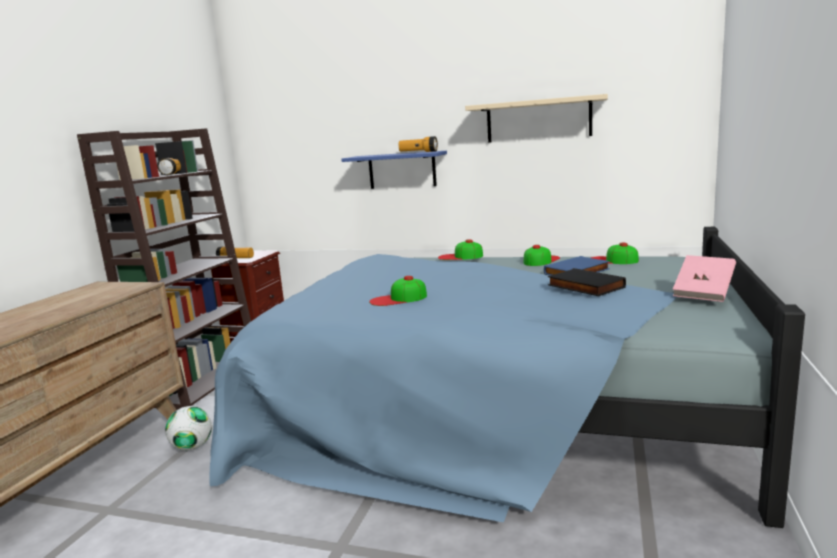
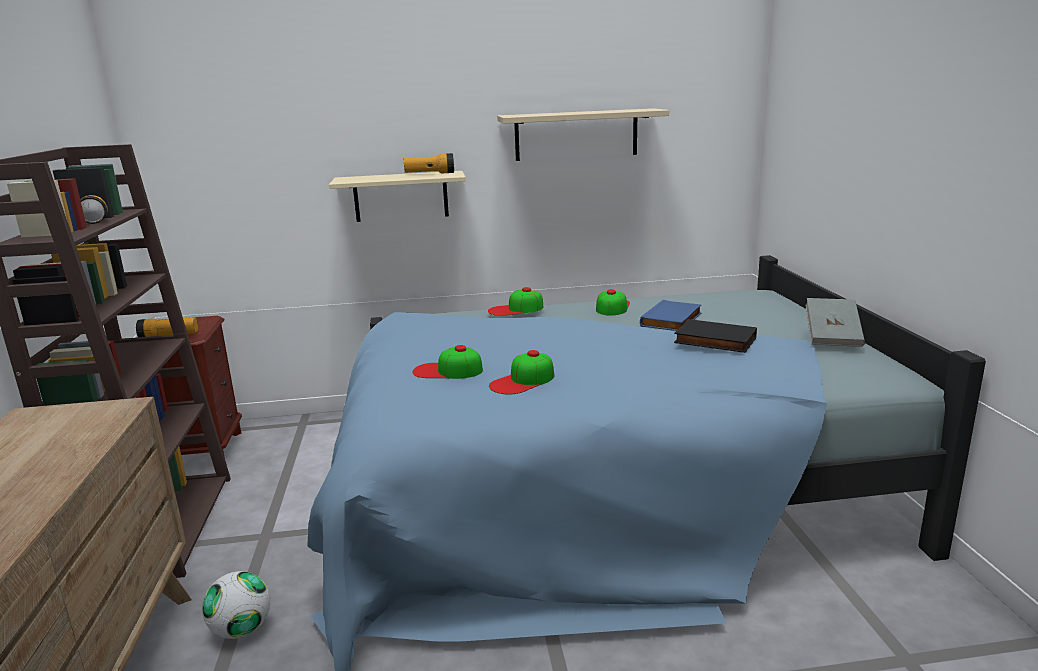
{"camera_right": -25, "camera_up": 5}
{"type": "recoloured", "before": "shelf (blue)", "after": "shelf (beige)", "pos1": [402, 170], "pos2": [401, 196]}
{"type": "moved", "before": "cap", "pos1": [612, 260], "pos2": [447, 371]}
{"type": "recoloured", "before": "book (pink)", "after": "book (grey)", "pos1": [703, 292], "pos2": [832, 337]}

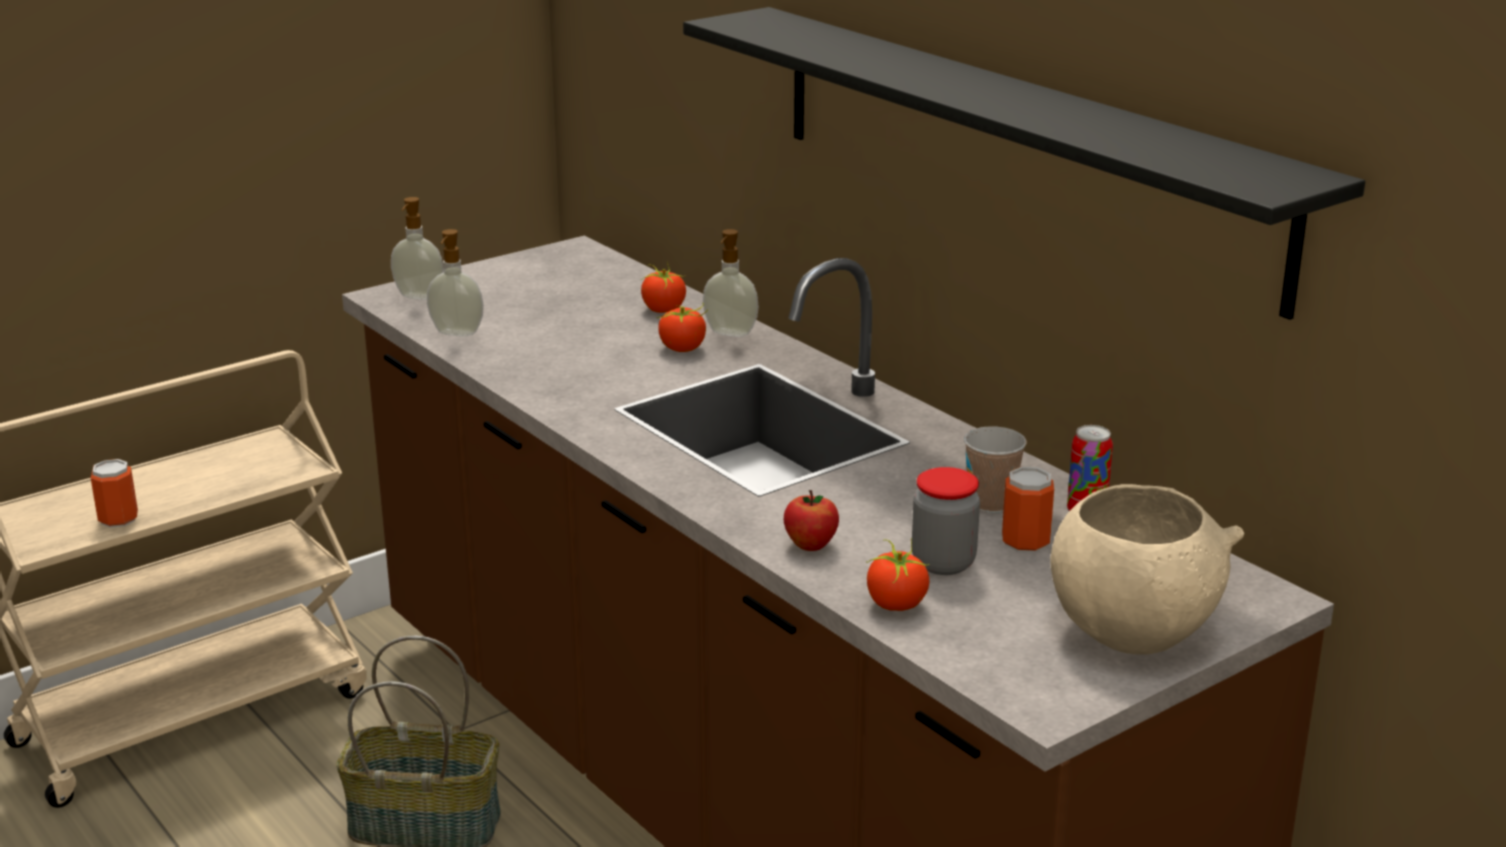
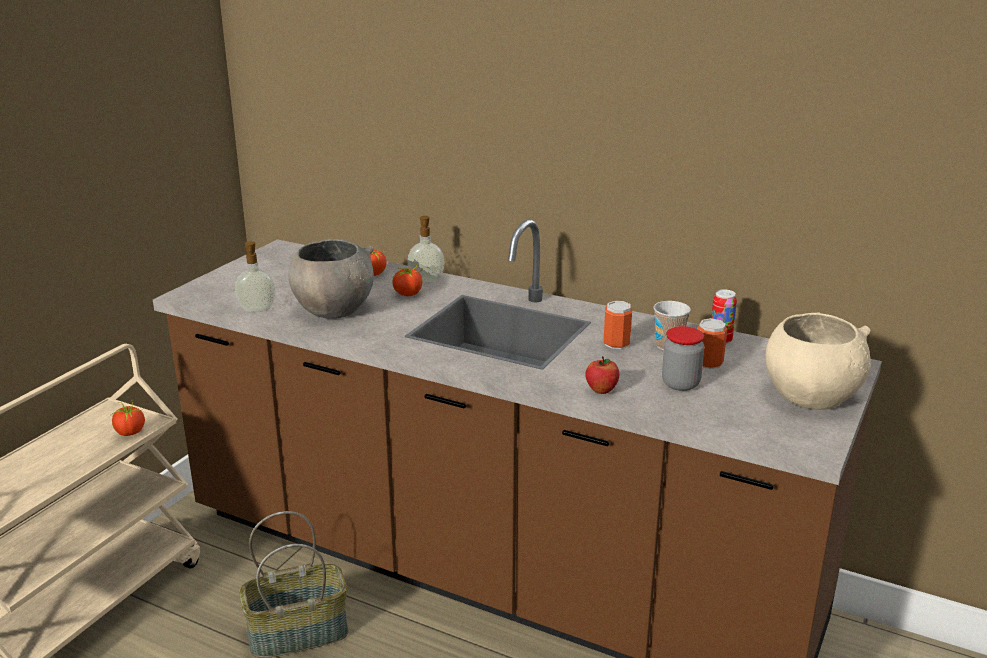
{"camera_right": -25, "camera_up": 0}
{"type": "removed", "before": "shelf (black)", "pos1": [1016, 148]}
{"type": "removed", "before": "soap dispenser", "pos1": [418, 297]}
{"type": "moved", "before": "can", "pos1": [118, 519], "pos2": [616, 343]}
{"type": "moved", "before": "tomato", "pos1": [896, 604], "pos2": [130, 432]}
{"type": "added", "after": "bowl (grey)", "pos2": [333, 310]}

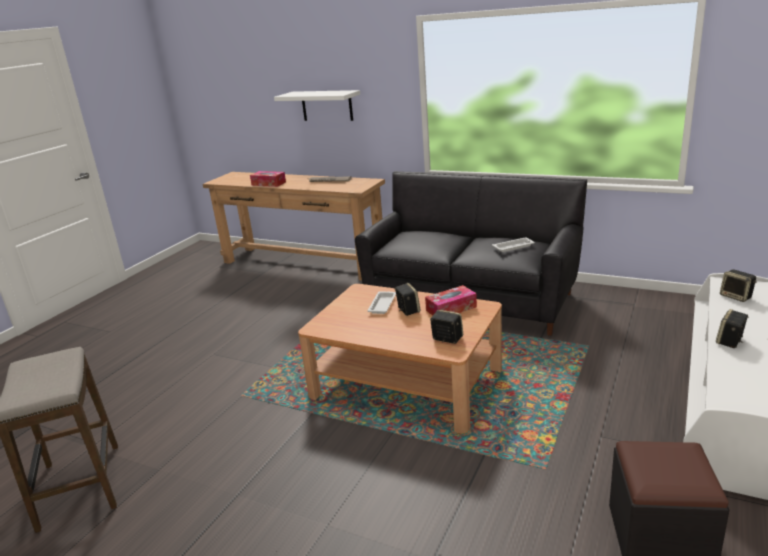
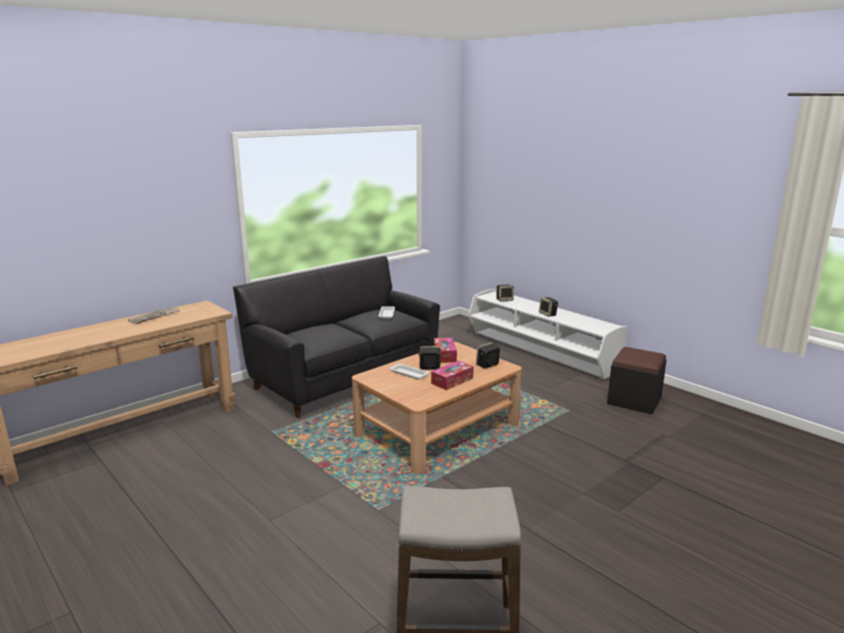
{"camera_right": -70, "camera_up": -5}
{"type": "removed", "before": "shelf (white)", "pos1": [327, 105]}
{"type": "moved", "before": "tissue box", "pos1": [268, 183], "pos2": [452, 381]}

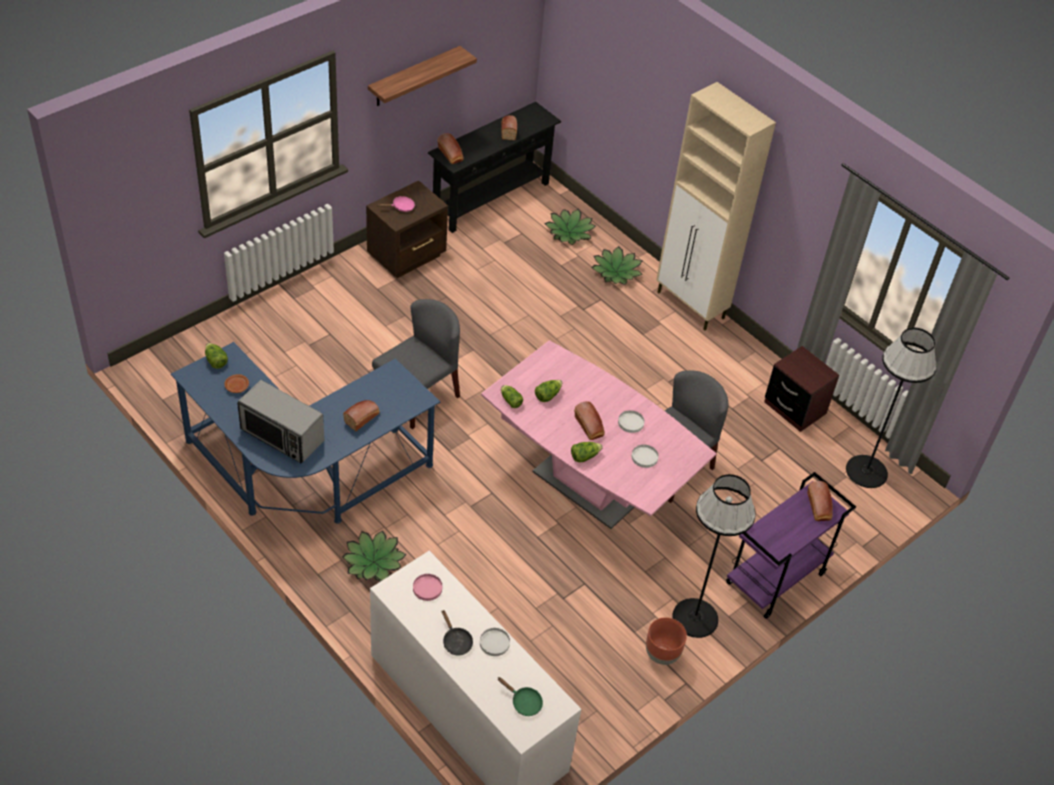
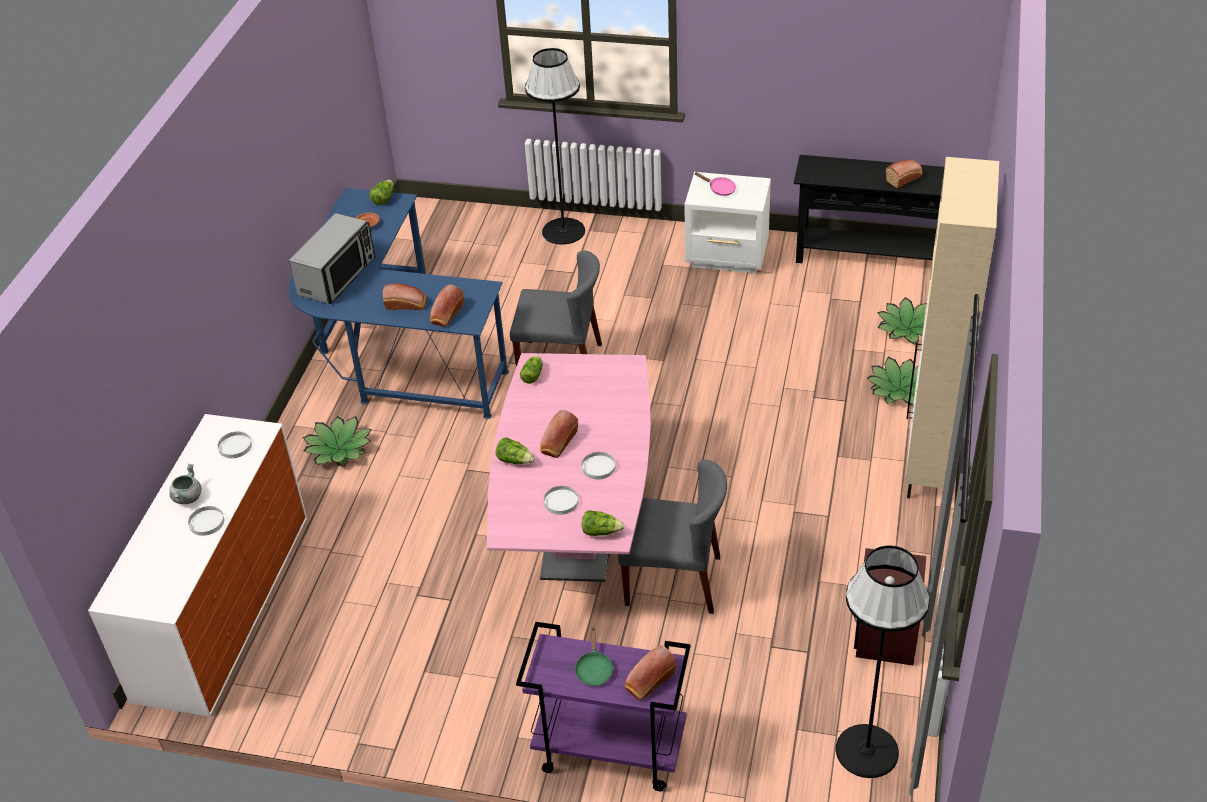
{"camera_right": 60, "camera_up": -5}
{"type": "removed", "before": "shelf", "pos1": [414, 77]}
{"type": "moved", "before": "bread", "pos1": [451, 155], "pos2": [446, 314]}
{"type": "recoloured", "before": "nightstand (brown)", "after": "nightstand (white)", "pos1": [408, 256], "pos2": [728, 257]}
{"type": "turned", "before": "microwave", "pos1": [282, 436], "pos2": [337, 276], "turn": -150}
{"type": "moved", "before": "lettuce", "pos1": [547, 395], "pos2": [601, 531]}
{"type": "moved", "before": "floor lamp (black)", "pos1": [695, 617], "pos2": [563, 231]}
{"type": "recoloured", "before": "plate (pink)", "after": "plate (white)", "pos1": [427, 588], "pos2": [235, 446]}
{"type": "replaced", "before": "frying pan (black)", "after": "cooking pot (grey)", "pos1": [456, 641], "pos2": [187, 497]}
{"type": "removed", "before": "planter (brown)", "pos1": [662, 654]}
{"type": "moved", "before": "frying pan (green)", "pos1": [523, 702], "pos2": [594, 669]}

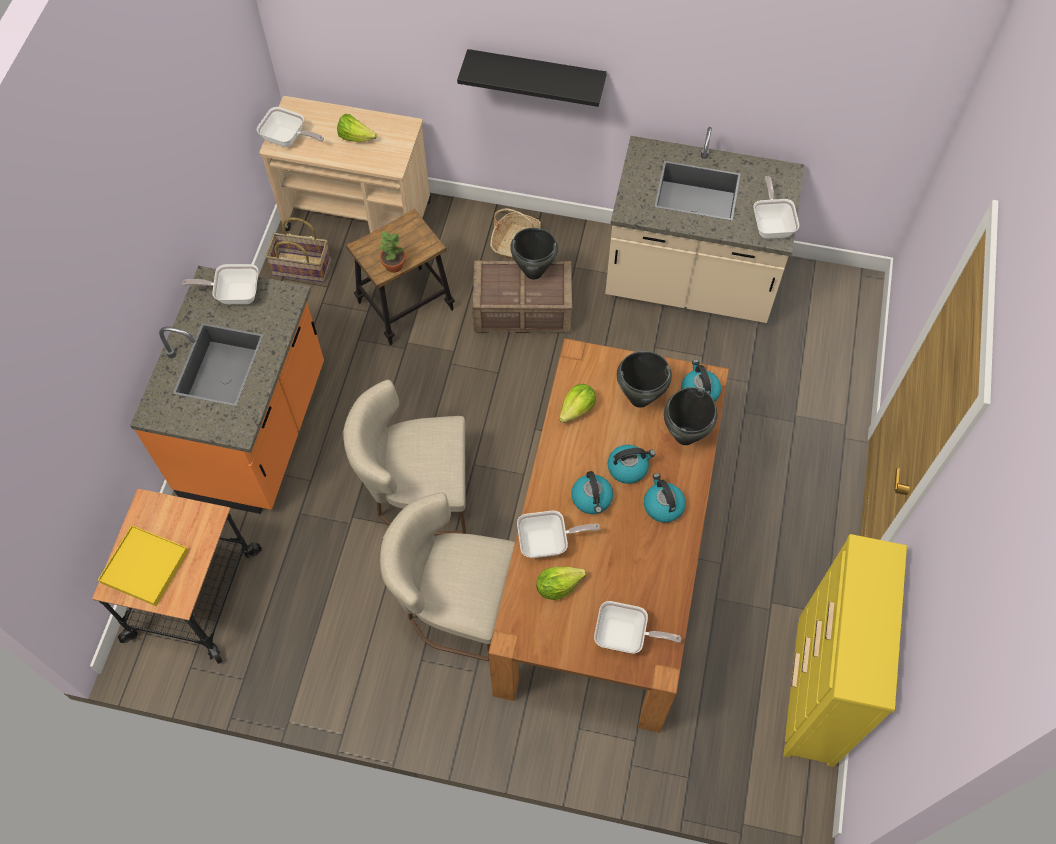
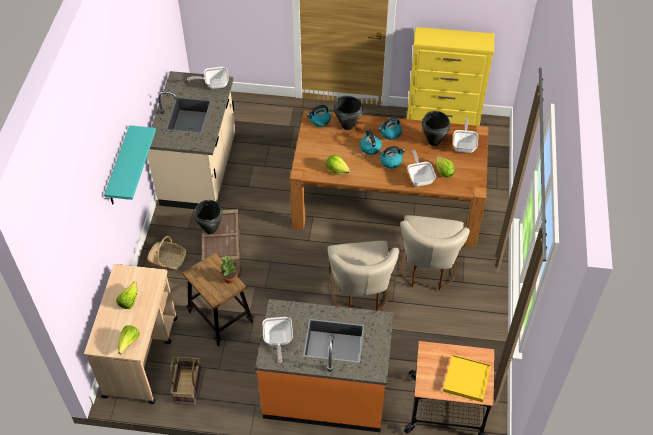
{"camera_right": -95, "camera_up": -10}
{"type": "recoloured", "before": "shelf (black)", "after": "shelf (turquoise)", "pos1": [536, 75], "pos2": [119, 168]}
{"type": "replaced", "before": "frying pan", "after": "lettuce", "pos1": [288, 139], "pos2": [129, 343]}
{"type": "moved", "before": "cooking pot (black)", "pos1": [639, 398], "pos2": [433, 142]}

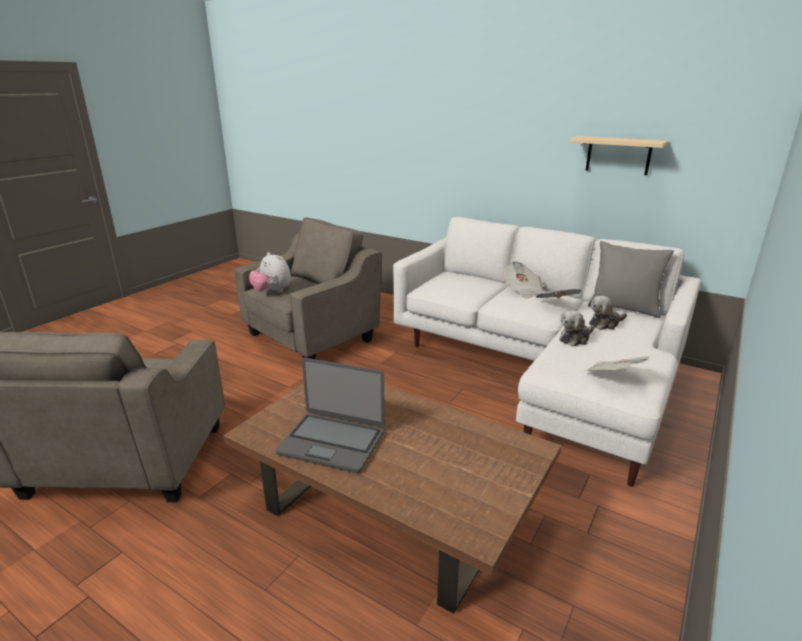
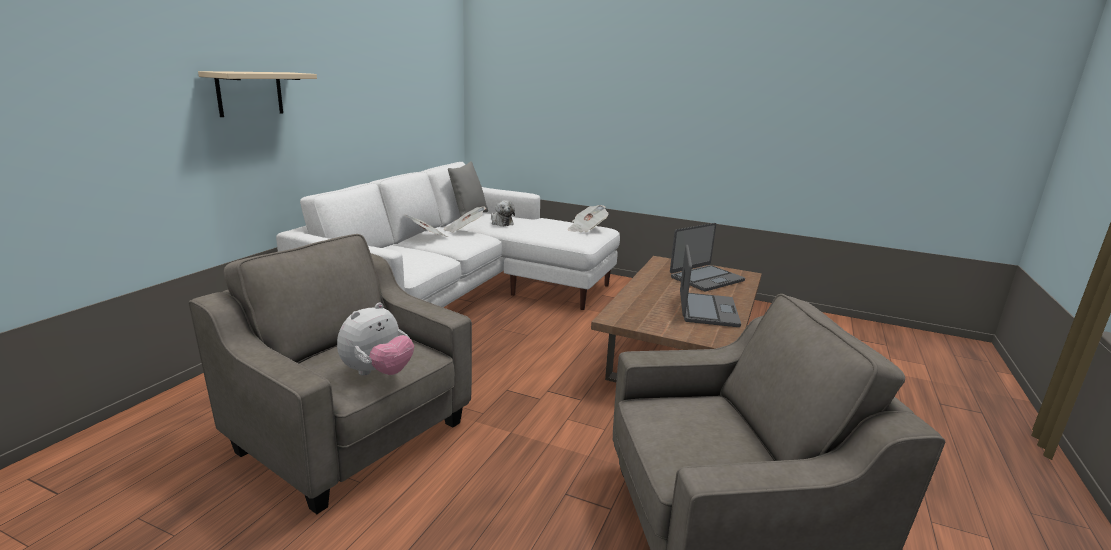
{"camera_right": -100, "camera_up": -5}
{"type": "moved", "before": "shelf (beige)", "pos1": [618, 155], "pos2": [250, 93]}
{"type": "removed", "before": "plush toy", "pos1": [575, 338]}
{"type": "added", "after": "laptop", "pos2": [706, 279]}

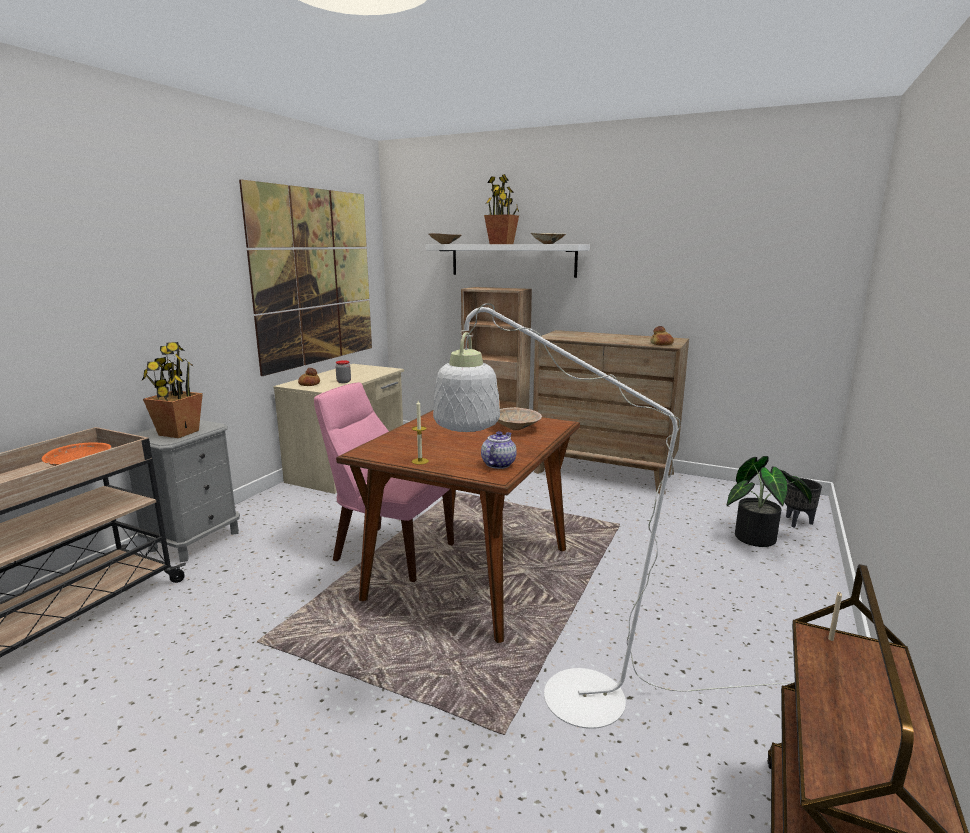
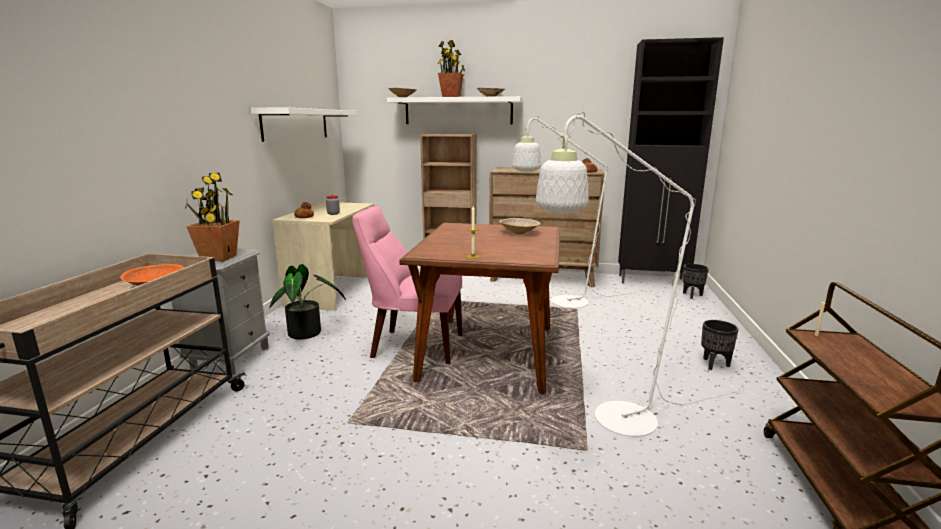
{"camera_right": -15, "camera_up": 0}
{"type": "replaced", "before": "picture", "after": "shelf (white)", "pos1": [315, 277], "pos2": [296, 124]}
{"type": "removed", "before": "teapot", "pos1": [498, 464]}
{"type": "moved", "before": "potted plant", "pos1": [760, 539], "pos2": [308, 333]}
{"type": "added", "after": "cabinet (black)", "pos2": [653, 281]}
{"type": "added", "after": "floor lamp (white)", "pos2": [561, 302]}
{"type": "added", "after": "planter (black)", "pos2": [715, 365]}

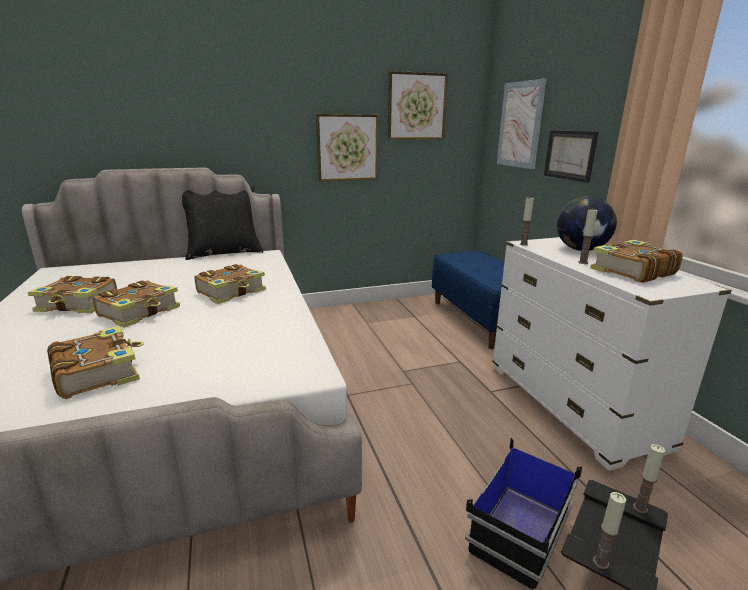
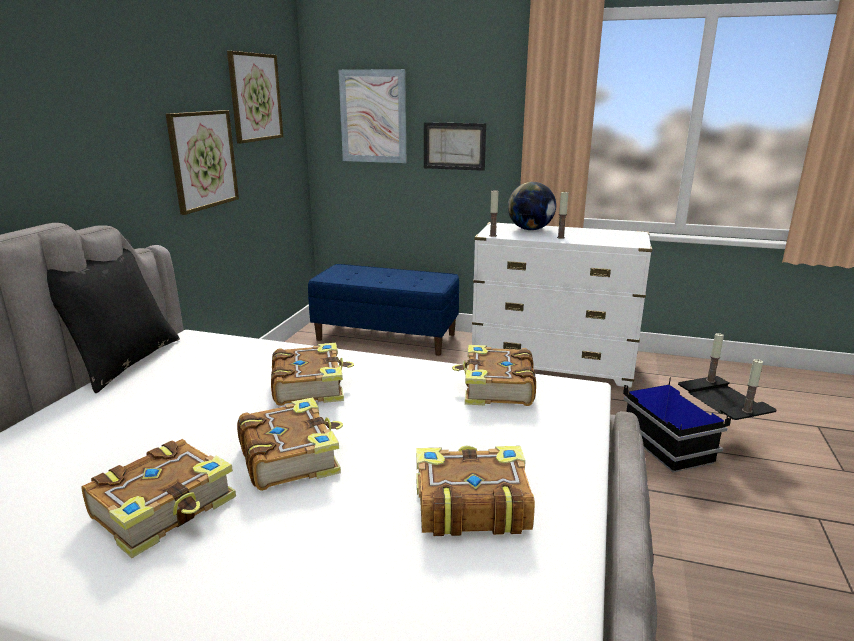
{"camera_right": -55, "camera_up": 0}
{"type": "moved", "before": "book", "pos1": [631, 271], "pos2": [496, 388]}

